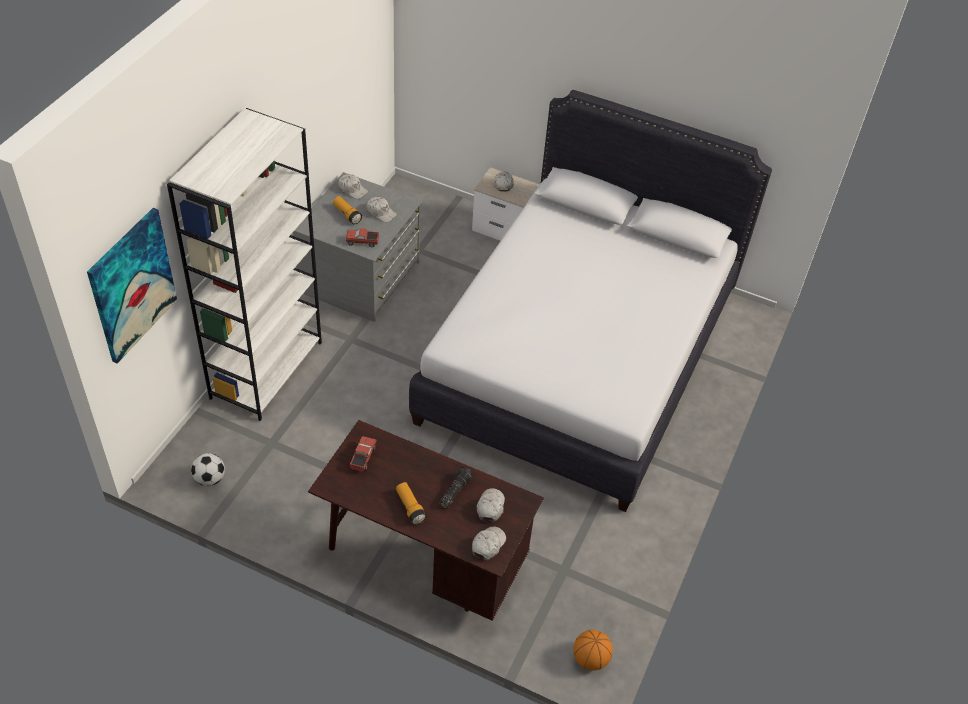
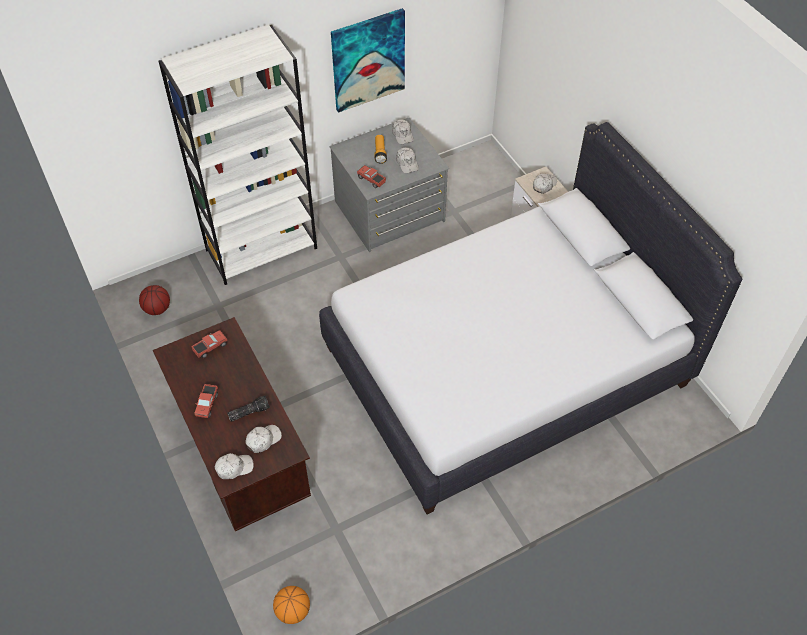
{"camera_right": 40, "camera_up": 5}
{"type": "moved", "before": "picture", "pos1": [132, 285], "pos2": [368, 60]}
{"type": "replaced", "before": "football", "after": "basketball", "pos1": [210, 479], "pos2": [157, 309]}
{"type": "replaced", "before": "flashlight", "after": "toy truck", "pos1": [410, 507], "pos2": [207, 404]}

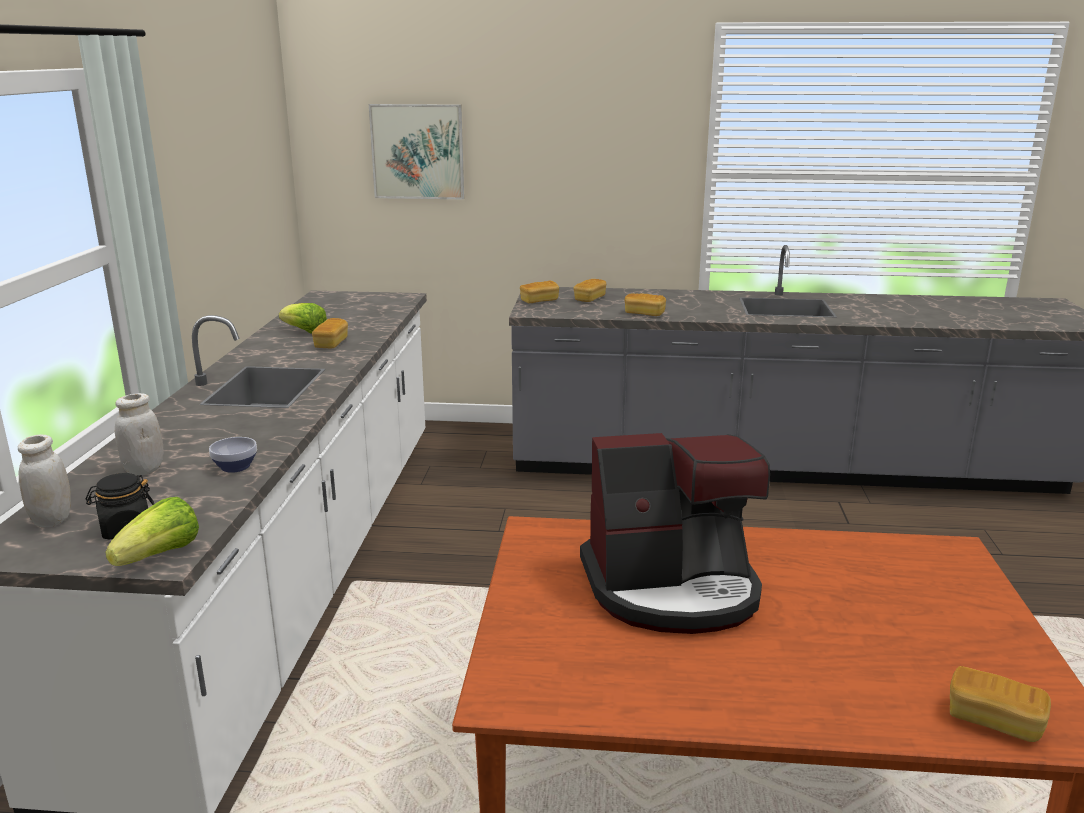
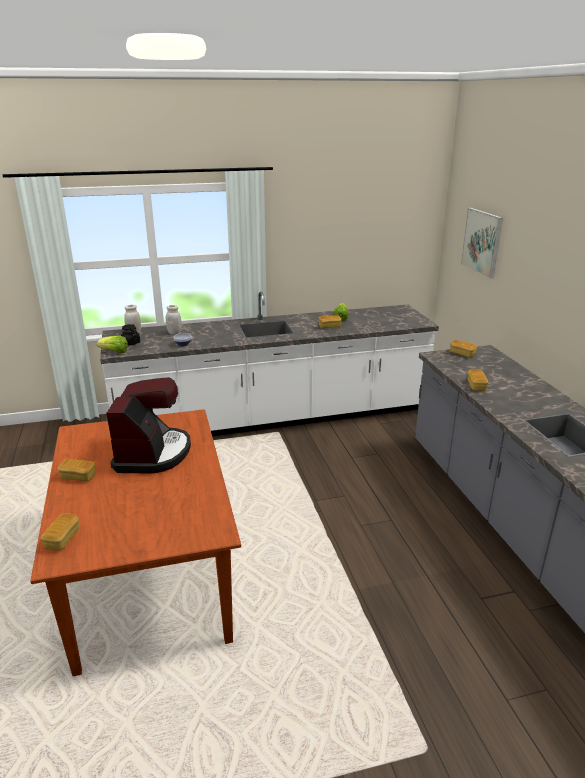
{"camera_right": 70, "camera_up": 5}
{"type": "moved", "before": "bread", "pos1": [590, 299], "pos2": [78, 476]}
{"type": "turned", "before": "coffee machine", "pos1": [672, 588], "pos2": [152, 453], "turn": -150}

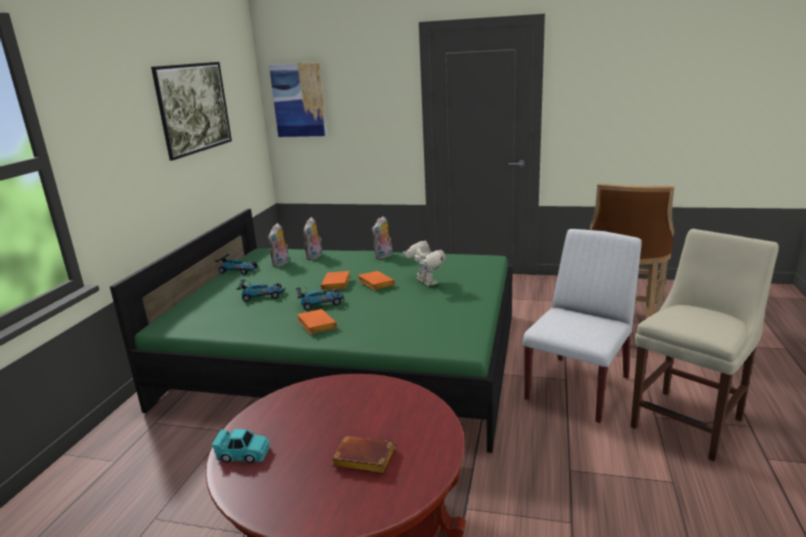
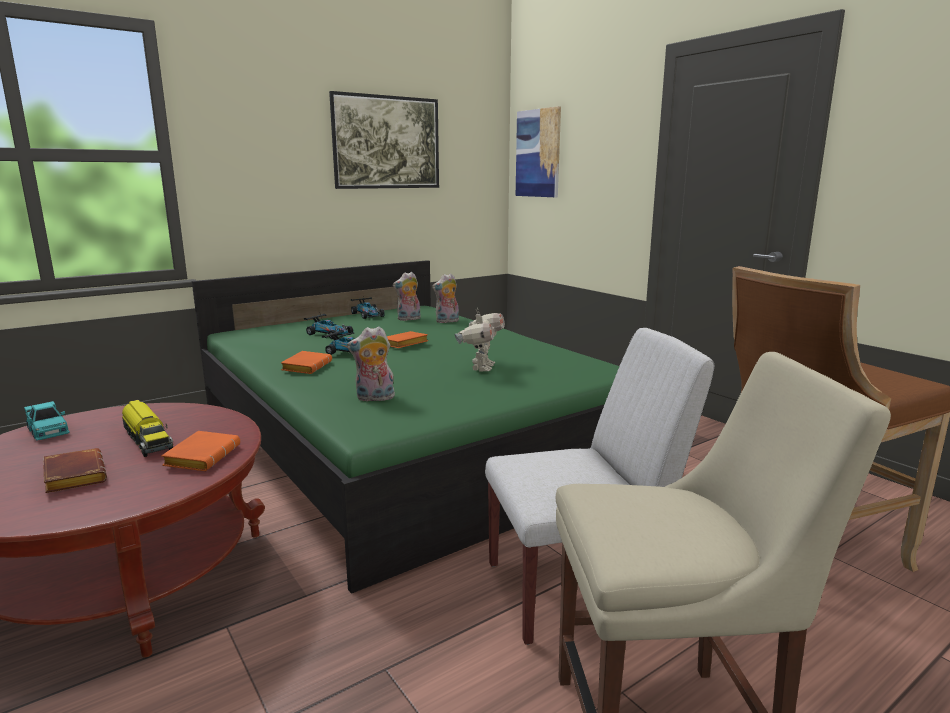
{"camera_right": 40, "camera_up": -5}
{"type": "moved", "before": "plush toy", "pos1": [383, 256], "pos2": [374, 398]}
{"type": "moved", "before": "book (orange)", "pos1": [374, 283], "pos2": [202, 456]}
{"type": "added", "after": "toy truck", "pos2": [147, 439]}

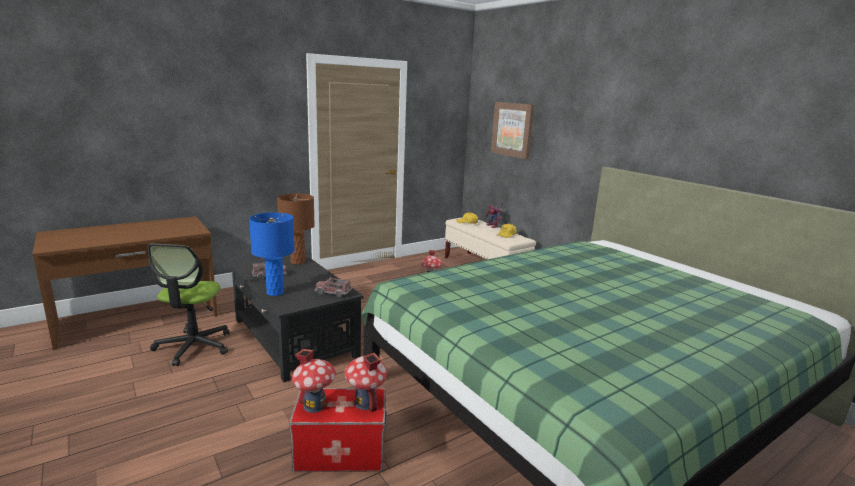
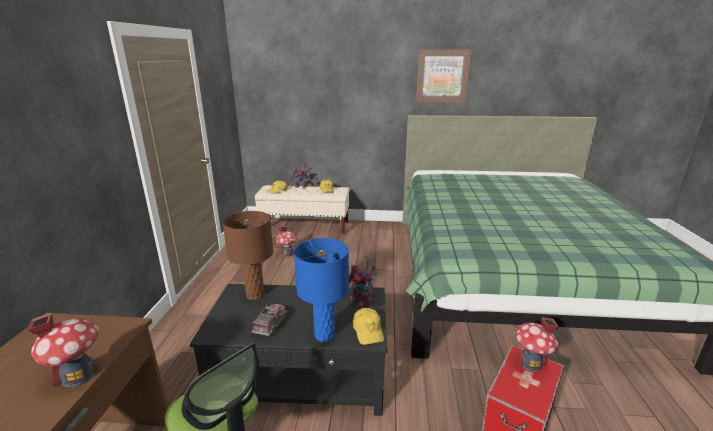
{"camera_right": -50, "camera_up": 5}
{"type": "moved", "before": "picture", "pos1": [512, 129], "pos2": [442, 76]}
{"type": "replaced", "before": "toy truck", "after": "toy robot", "pos1": [333, 292], "pos2": [362, 300]}
{"type": "moved", "before": "toy house", "pos1": [314, 405], "pos2": [78, 376]}
{"type": "added", "after": "cap (yellow)", "pos2": [368, 331]}

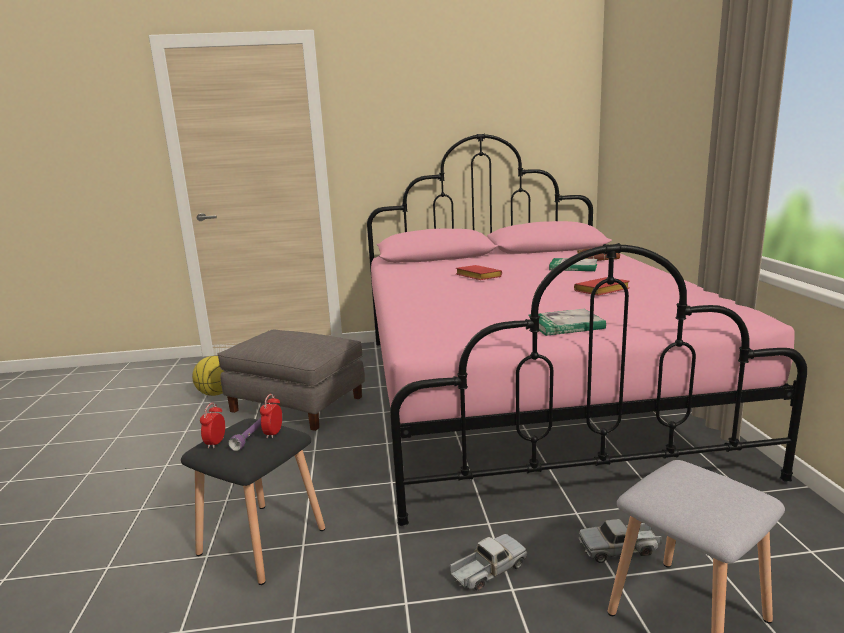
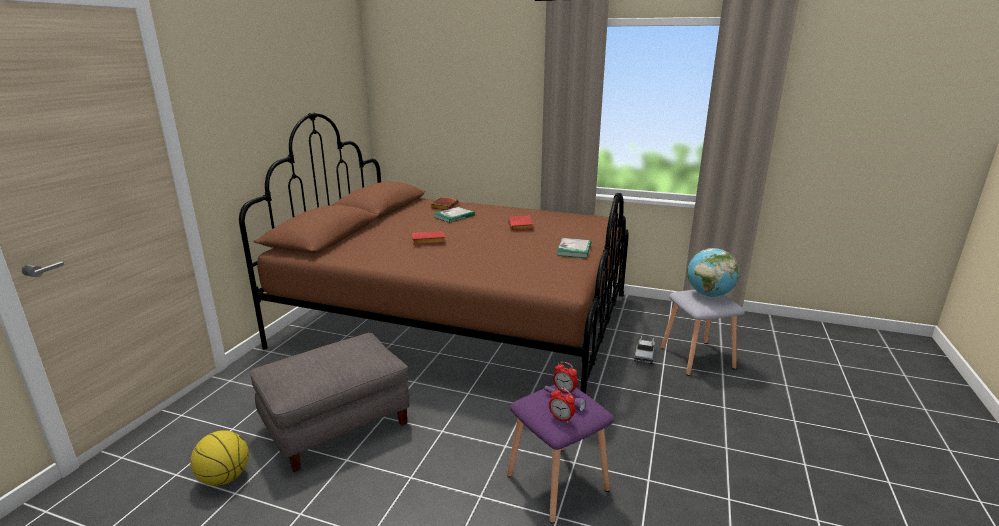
{"camera_right": -65, "camera_up": 5}
{"type": "recoloured", "before": "bed (pink)", "after": "bed (brown)", "pos1": [525, 394], "pos2": [459, 320]}
{"type": "recoloured", "before": "stool (black)", "after": "stool (purple)", "pos1": [261, 542], "pos2": [559, 483]}
{"type": "removed", "before": "toy truck", "pos1": [488, 570]}
{"type": "added", "after": "globe", "pos2": [709, 294]}

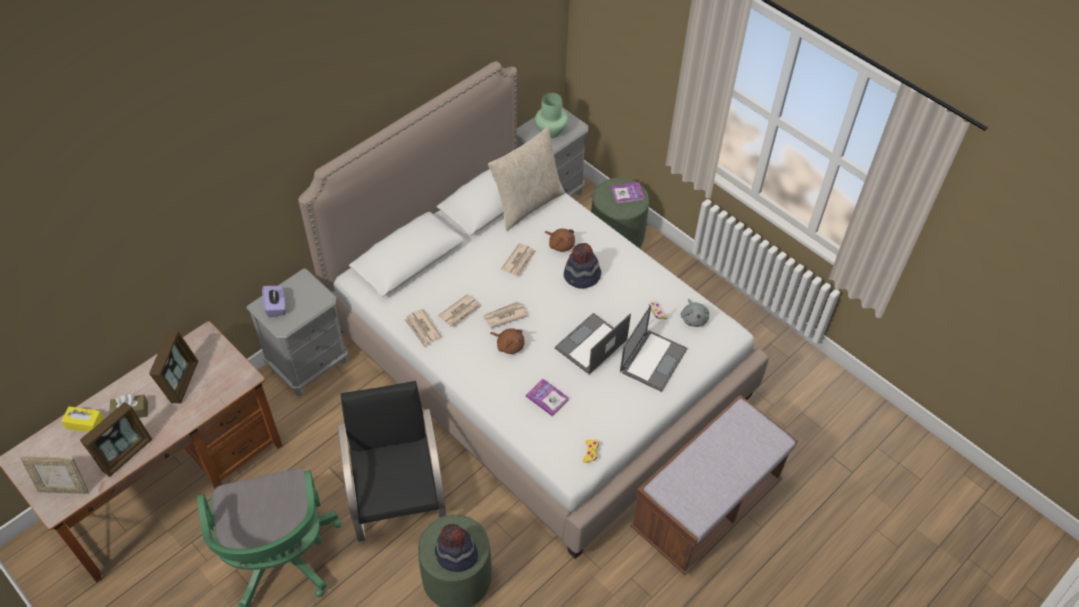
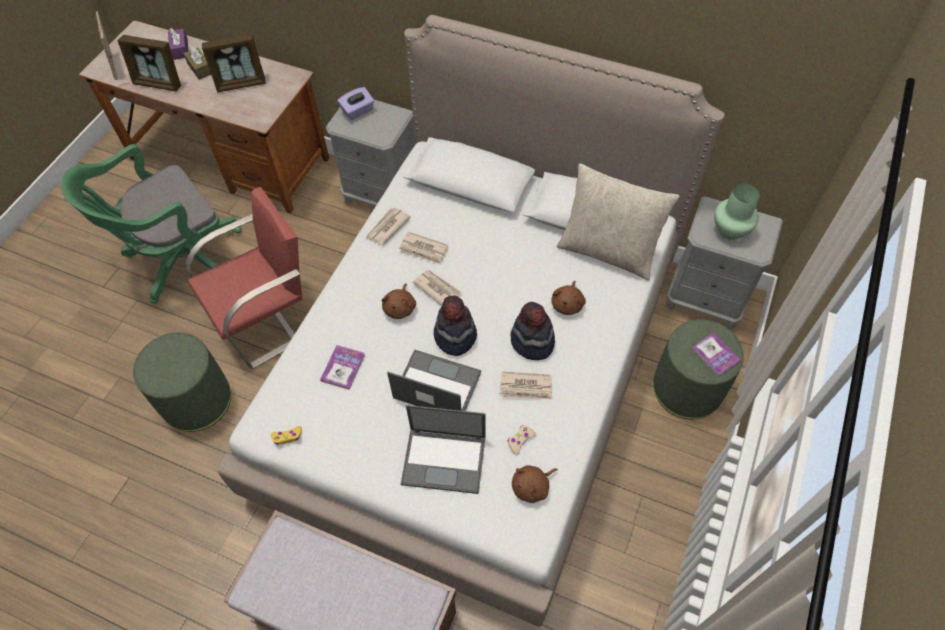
{"camera_right": 70, "camera_up": 5}
{"type": "moved", "before": "newspaper", "pos1": [519, 261], "pos2": [526, 387]}
{"type": "recoloured", "before": "plush toy (grey)", "after": "plush toy (brown)", "pos1": [693, 318], "pos2": [532, 487]}
{"type": "recoloured", "before": "chair (black)", "after": "chair (red)", "pos1": [398, 499], "pos2": [267, 319]}
{"type": "recoloured", "before": "tissue box (yellow)", "after": "tissue box (purple)", "pos1": [85, 423], "pos2": [180, 49]}
{"type": "moved", "before": "hat", "pos1": [456, 554], "pos2": [455, 336]}

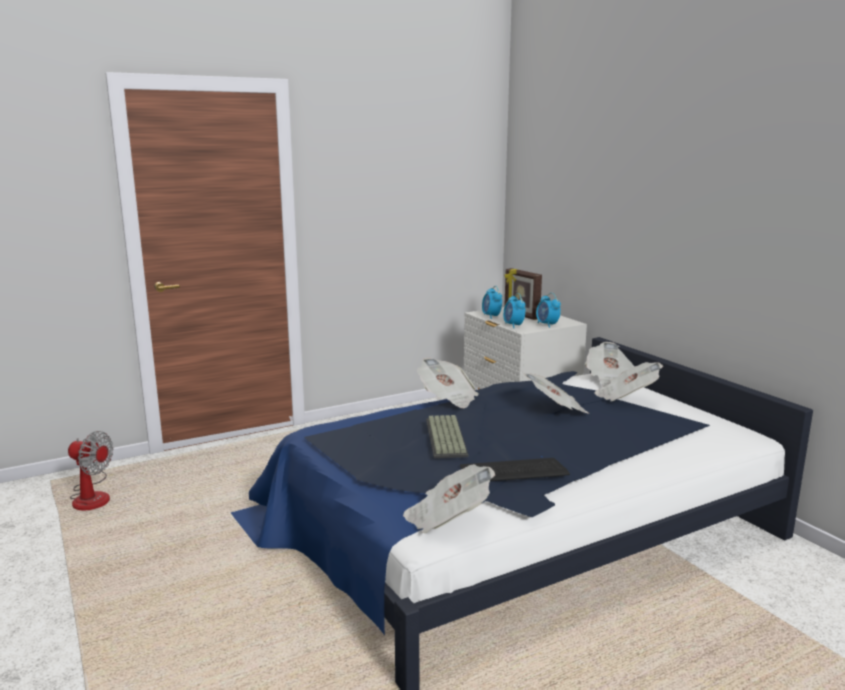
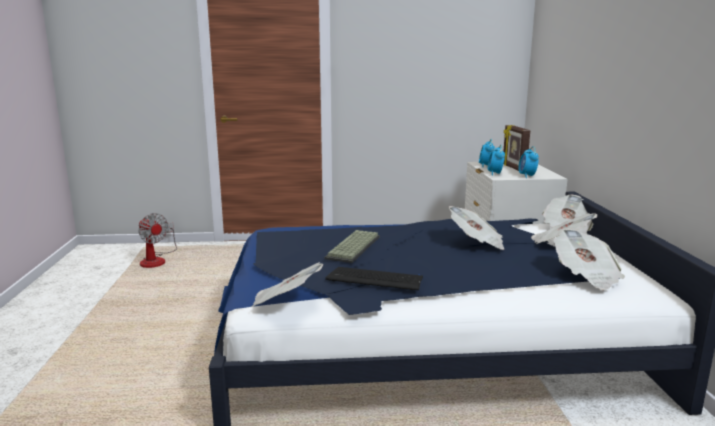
{"camera_right": 25, "camera_up": 0}
{"type": "moved", "before": "newspaper", "pos1": [448, 398], "pos2": [586, 276]}

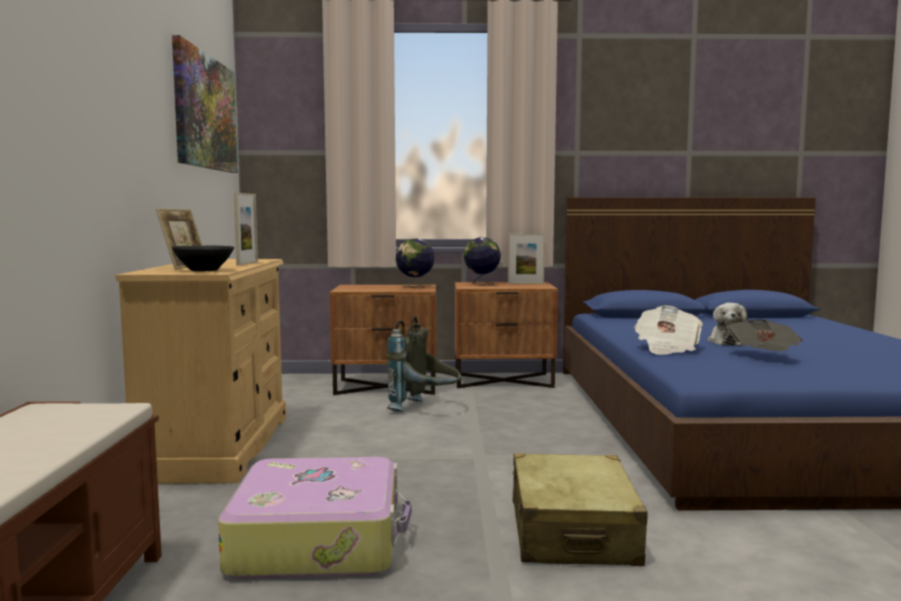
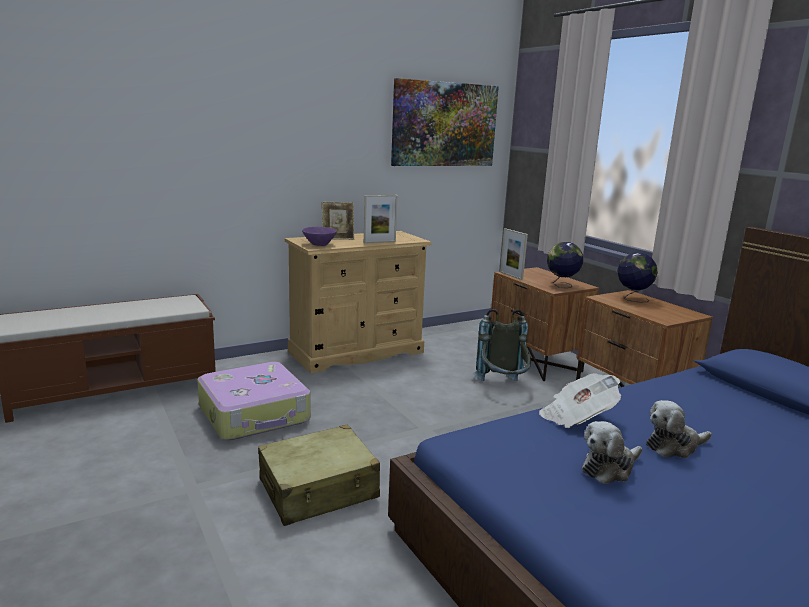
{"camera_right": 60, "camera_up": 10}
{"type": "moved", "before": "picture frame", "pos1": [525, 283], "pos2": [511, 276]}
{"type": "recoloured", "before": "bowl (black)", "after": "bowl (purple)", "pos1": [204, 271], "pos2": [319, 244]}
{"type": "replaced", "before": "newspaper", "after": "plush toy", "pos1": [763, 355], "pos2": [609, 468]}

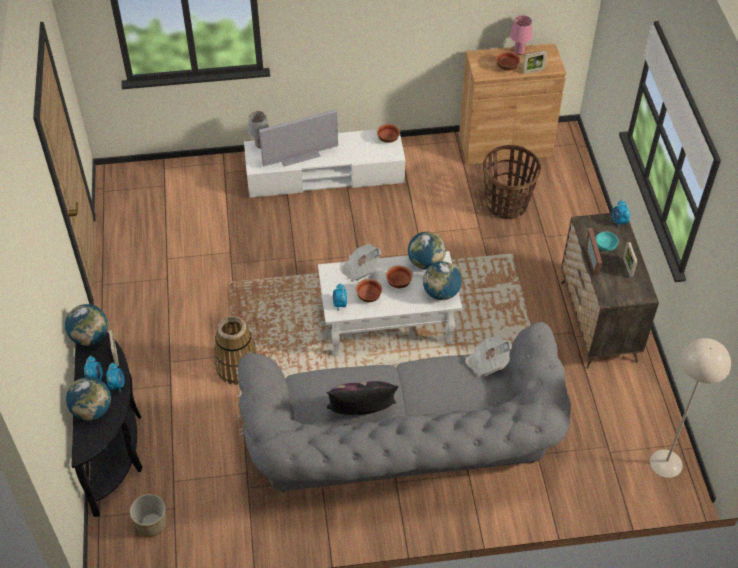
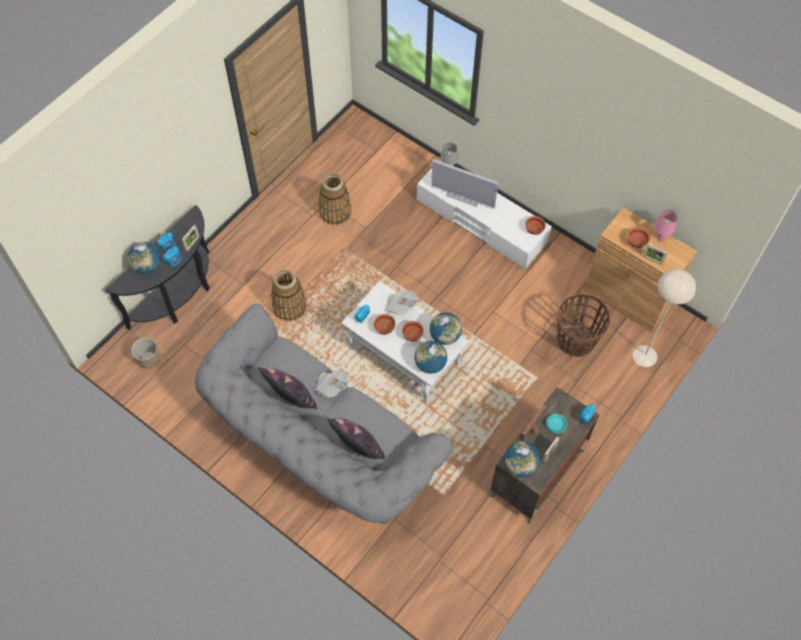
{"camera_right": 45, "camera_up": 10}
{"type": "moved", "before": "globe", "pos1": [90, 337], "pos2": [520, 465]}
{"type": "moved", "before": "newspaper", "pos1": [487, 362], "pos2": [331, 386]}
{"type": "moved", "before": "floor lamp (beige)", "pos1": [666, 463], "pos2": [644, 356]}
{"type": "added", "after": "basket", "pos2": [335, 212]}
{"type": "added", "after": "pillow", "pos2": [358, 447]}

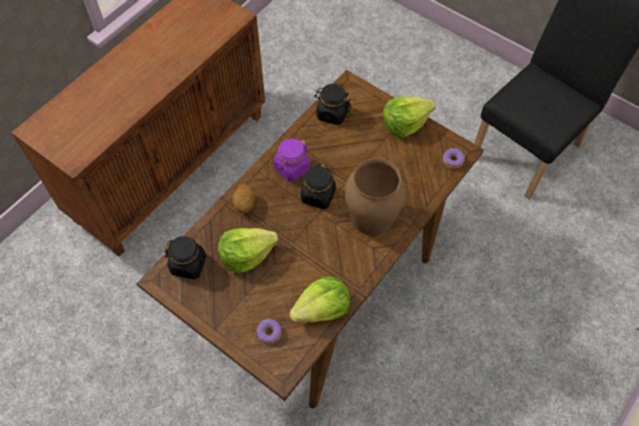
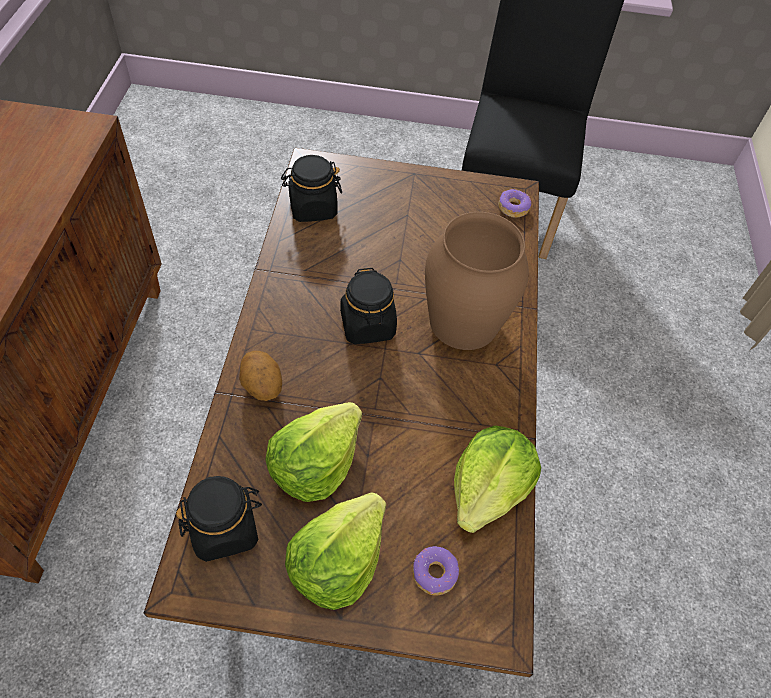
{"camera_right": -35, "camera_up": -5}
{"type": "moved", "before": "lettuce", "pos1": [404, 123], "pos2": [337, 561]}
{"type": "removed", "before": "jar (purple)", "pos1": [292, 168]}

